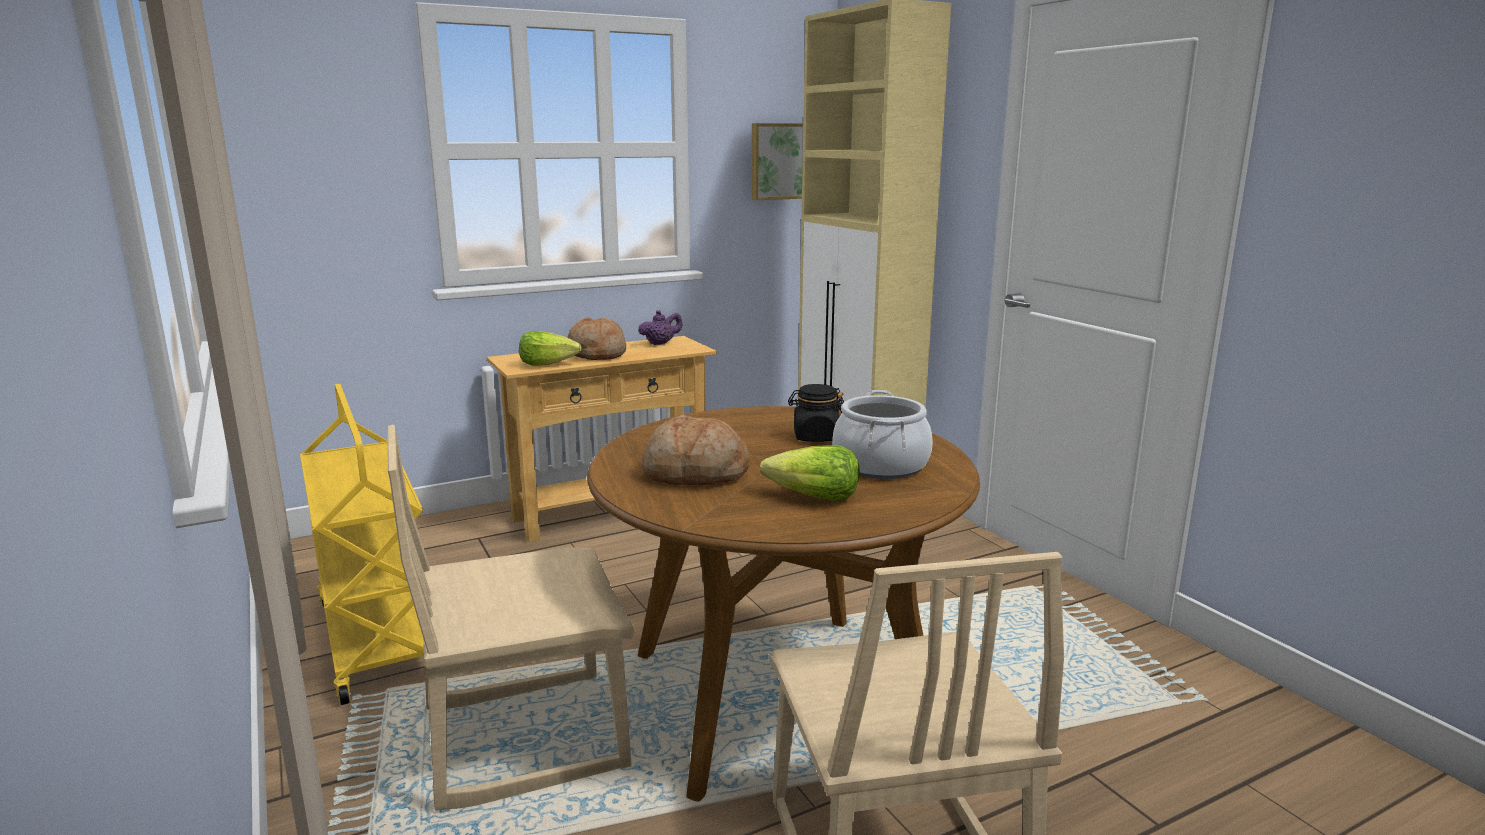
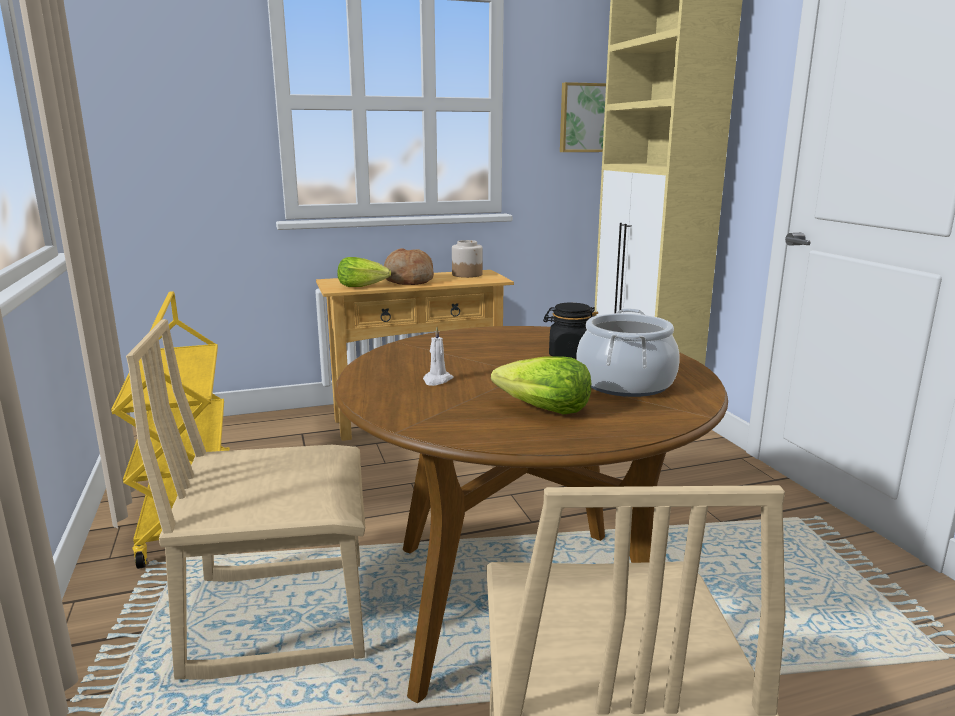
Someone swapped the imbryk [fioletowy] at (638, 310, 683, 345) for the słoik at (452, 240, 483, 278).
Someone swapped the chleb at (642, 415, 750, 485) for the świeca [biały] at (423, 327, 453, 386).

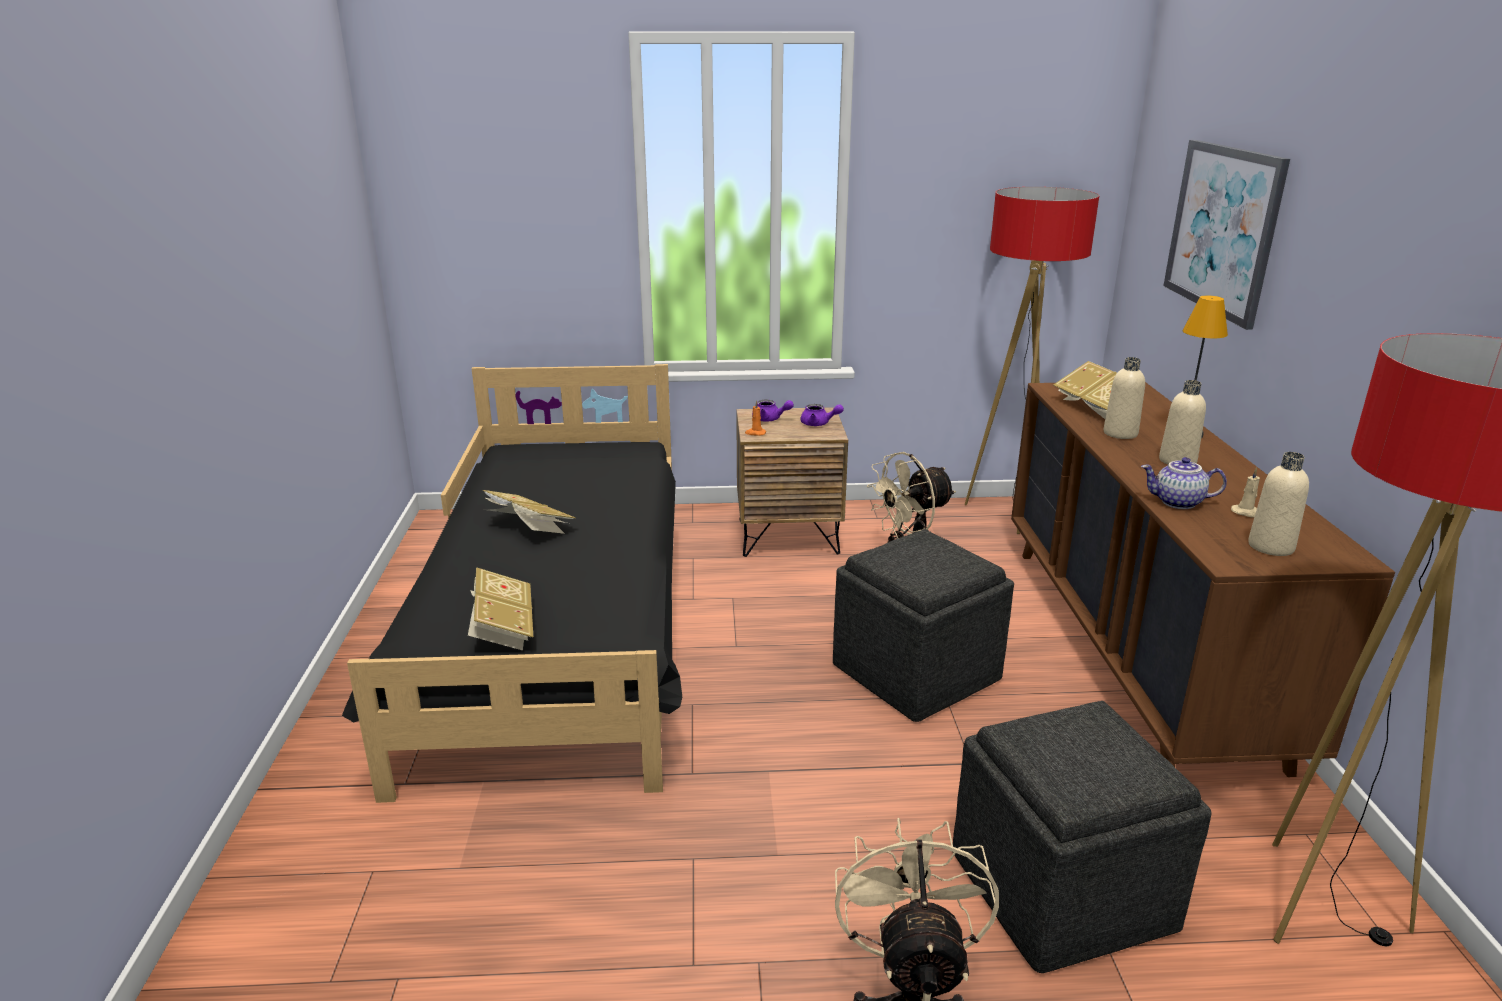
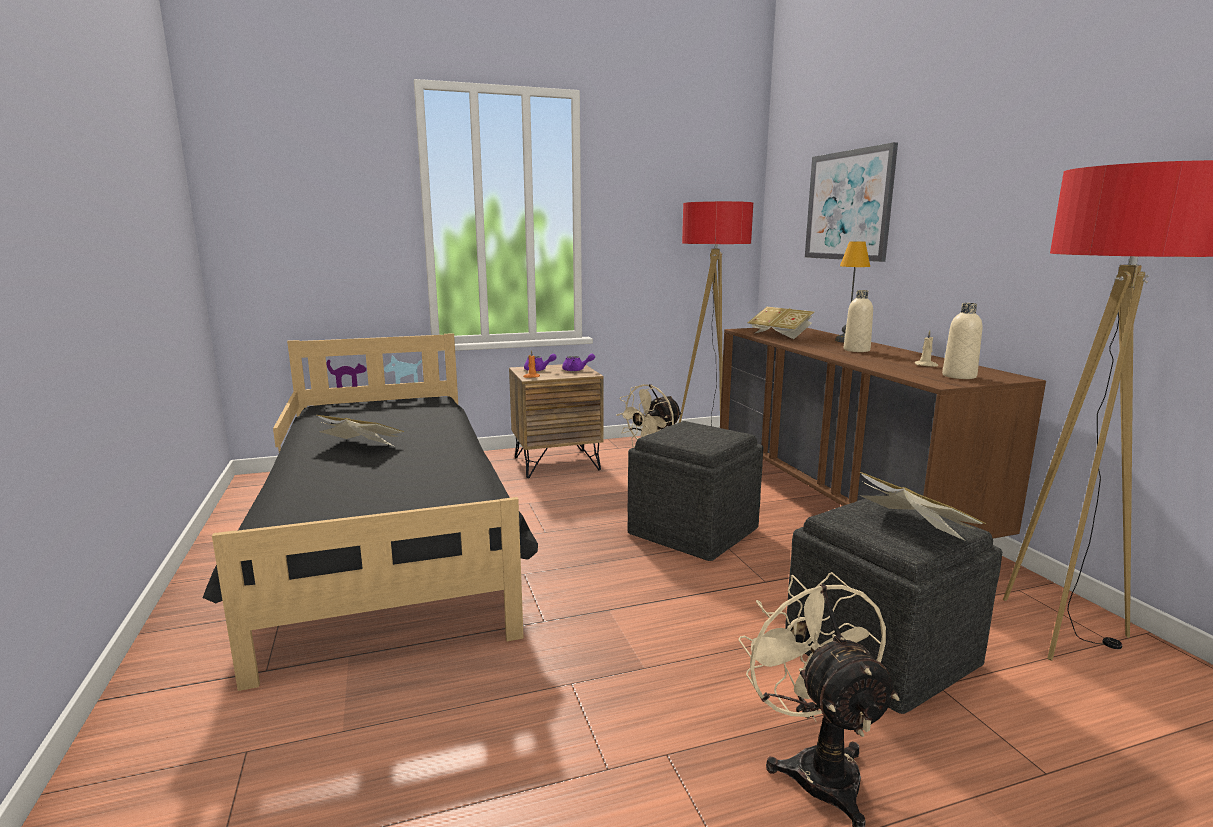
Someone carried the książka from (468, 567, 533, 651) to (859, 472, 986, 541).
Someone took away the butelka [beżowy] at (1103, 357, 1145, 439).
Someone took away the imbryk at (1141, 457, 1227, 509).

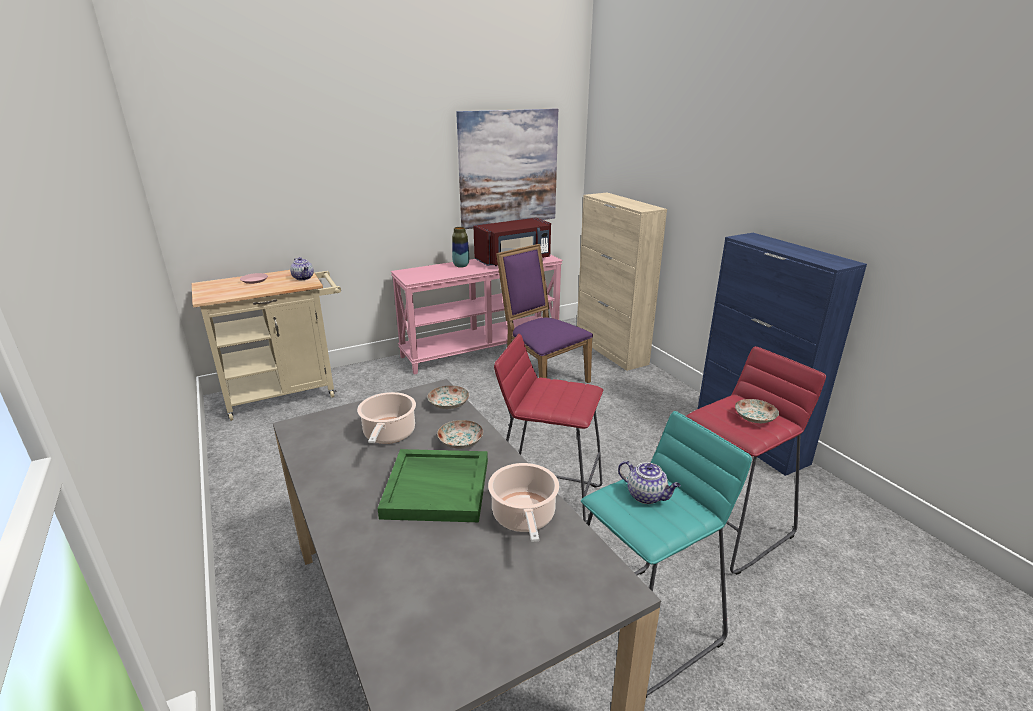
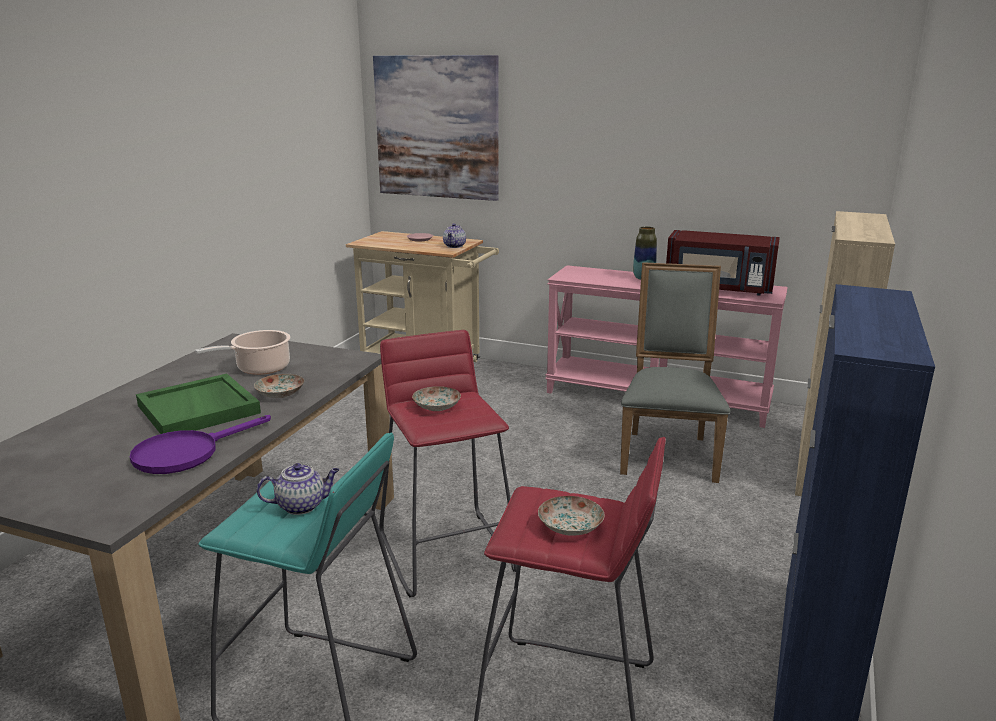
Someone carried the talerz from (427, 386, 469, 409) to (412, 386, 461, 411).
Someone carried the obraz from (456, 109, 558, 229) to (373, 55, 499, 201).
Someone swapped the garnek at (488, 463, 559, 542) for the patelnia [fioletowy] at (130, 415, 271, 474).
Someone repainted the krzesło [fioletowy] at (496, 244, 593, 383), which became the krzesło [szary] at (620, 262, 730, 483).
Someone rotated the imbryk at (618, 461, 681, 504) by 105 degrees counterclockwise.

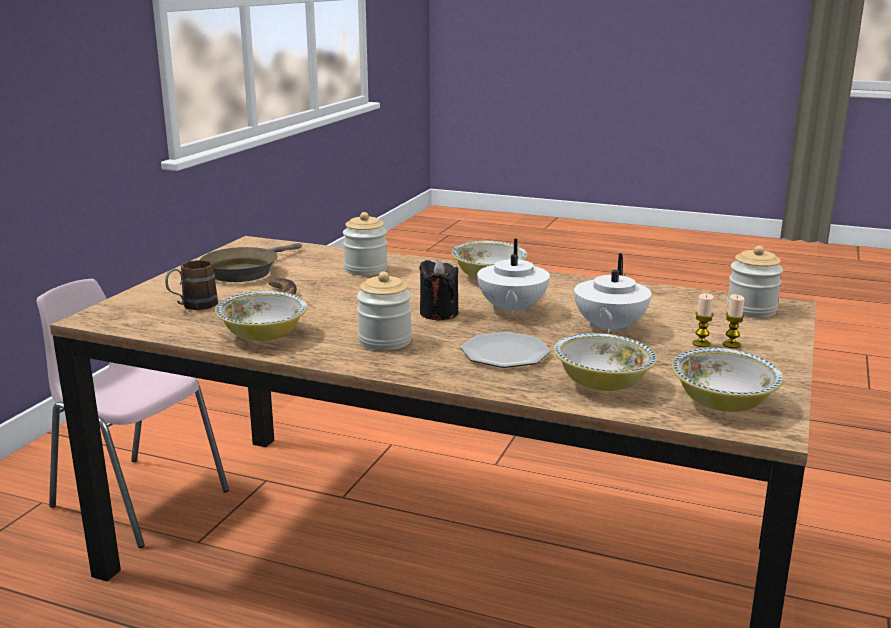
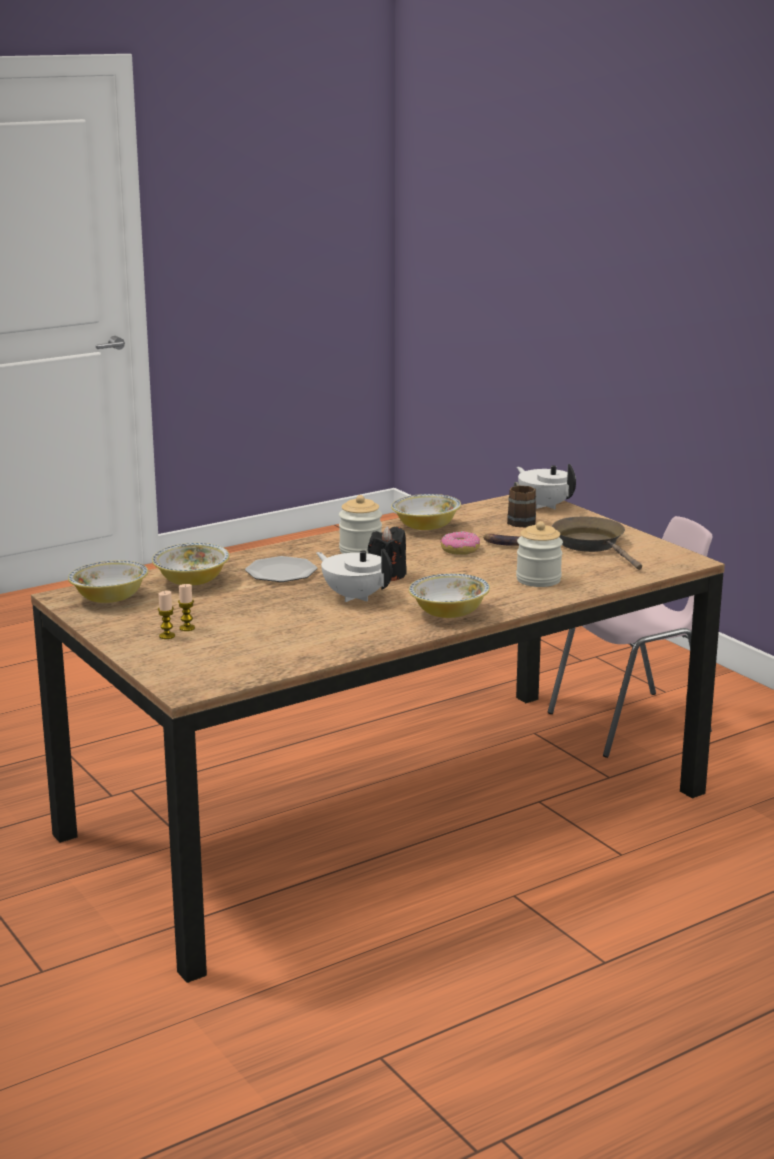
Someone carried the imbryk [biały] from (574, 254, 652, 334) to (517, 464, 576, 509).
Someone took away the słoik at (727, 246, 783, 318).
Someone put down the donut at (440, 531, 480, 555).

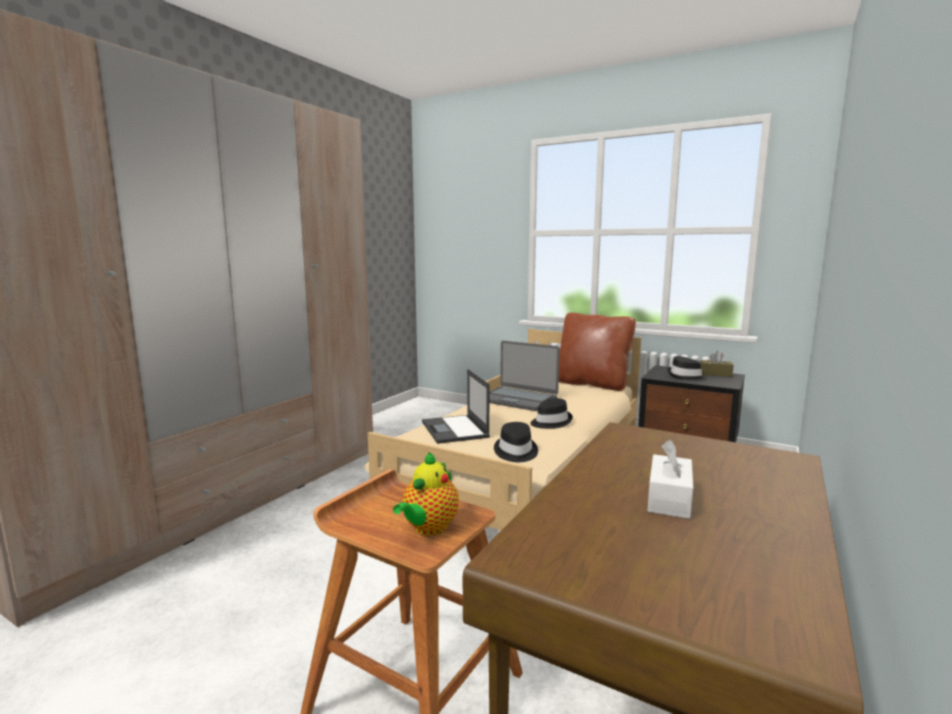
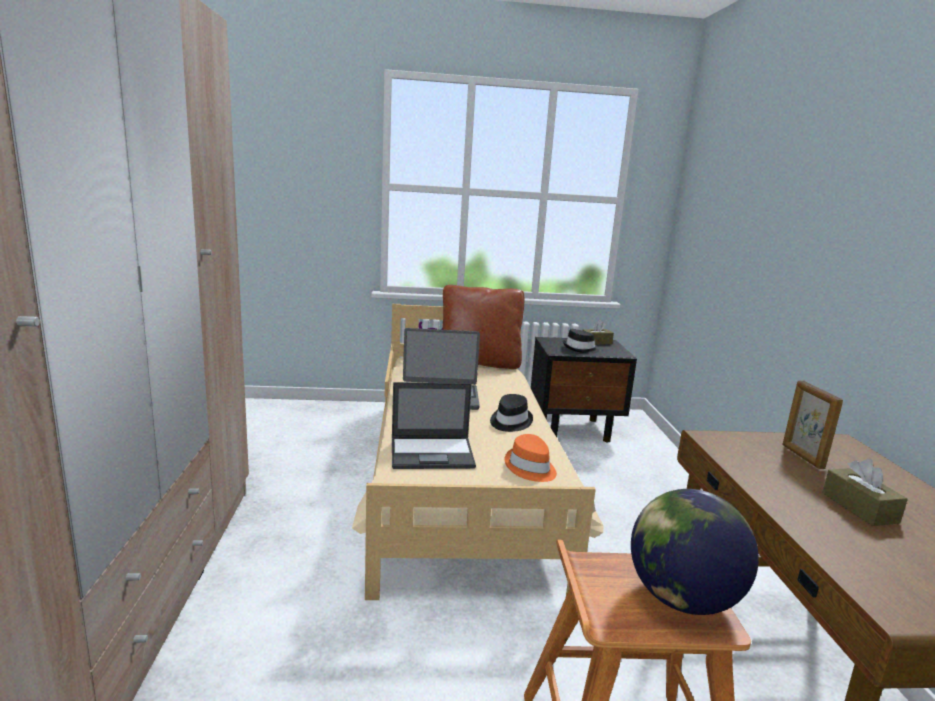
Someone swapped the imbryk at (393, 452, 459, 535) for the globus at (631, 489, 759, 615).
Someone rotated the laptop at (422, 369, 490, 444) by 45 degrees counterclockwise.
Someone repainted the kapelusz [czarny] at (494, 422, 538, 462), which became the kapelusz [pomarańczowy] at (505, 434, 557, 482).
Someone repainted the pudełko chusteczek [biały] at (648, 440, 693, 519), which became the pudełko chusteczek [brązowy] at (822, 459, 908, 526).
Someone put down the ramka na zdjęcie at (782, 380, 843, 469).

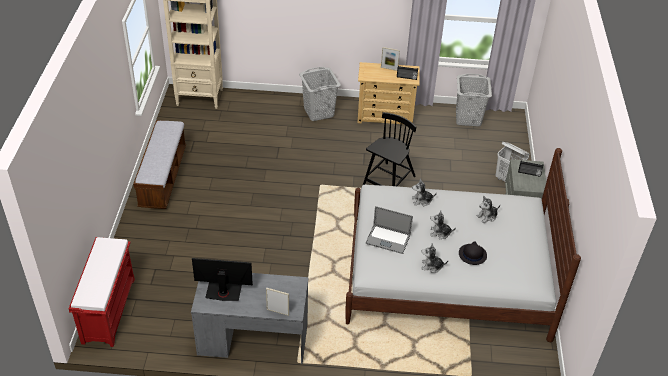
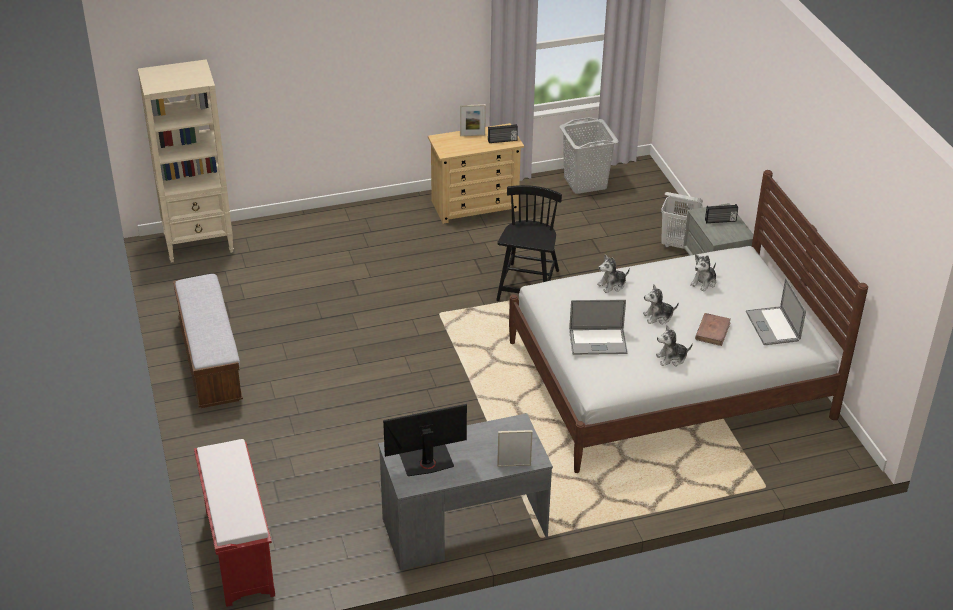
Someone took away the kosz na pranie [szary] at (299, 67, 341, 121).
Someone swapped the kapelusz [czarny] at (459, 241, 487, 265) for the książka [brązowy] at (695, 313, 731, 346).
Someone put down the laptop at (746, 278, 806, 345).

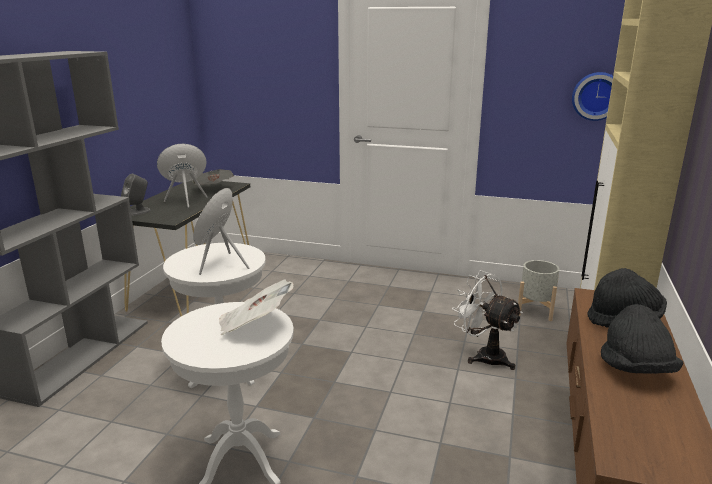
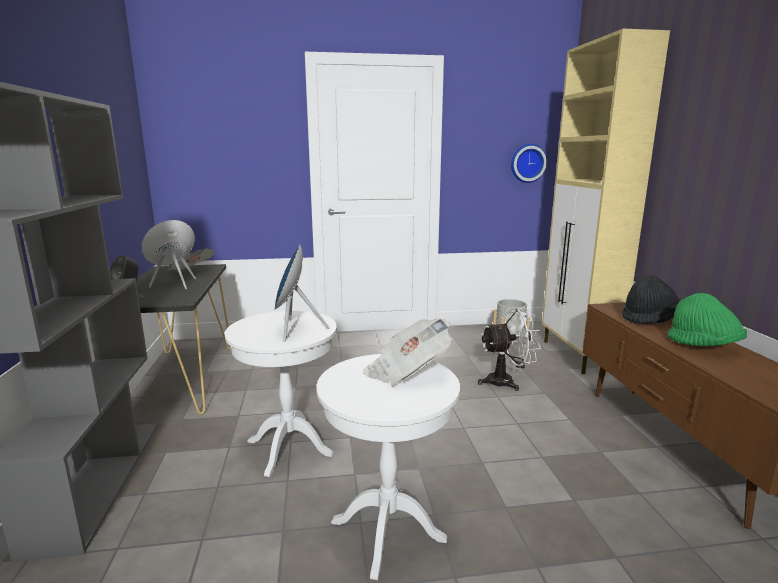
Someone rotated the wentylator [biały] at (452, 270, 523, 370) by 150 degrees clockwise.
Someone repainted the kapelusz [czarny] at (601, 304, 683, 374), which became the kapelusz [zielony] at (667, 293, 747, 346).

